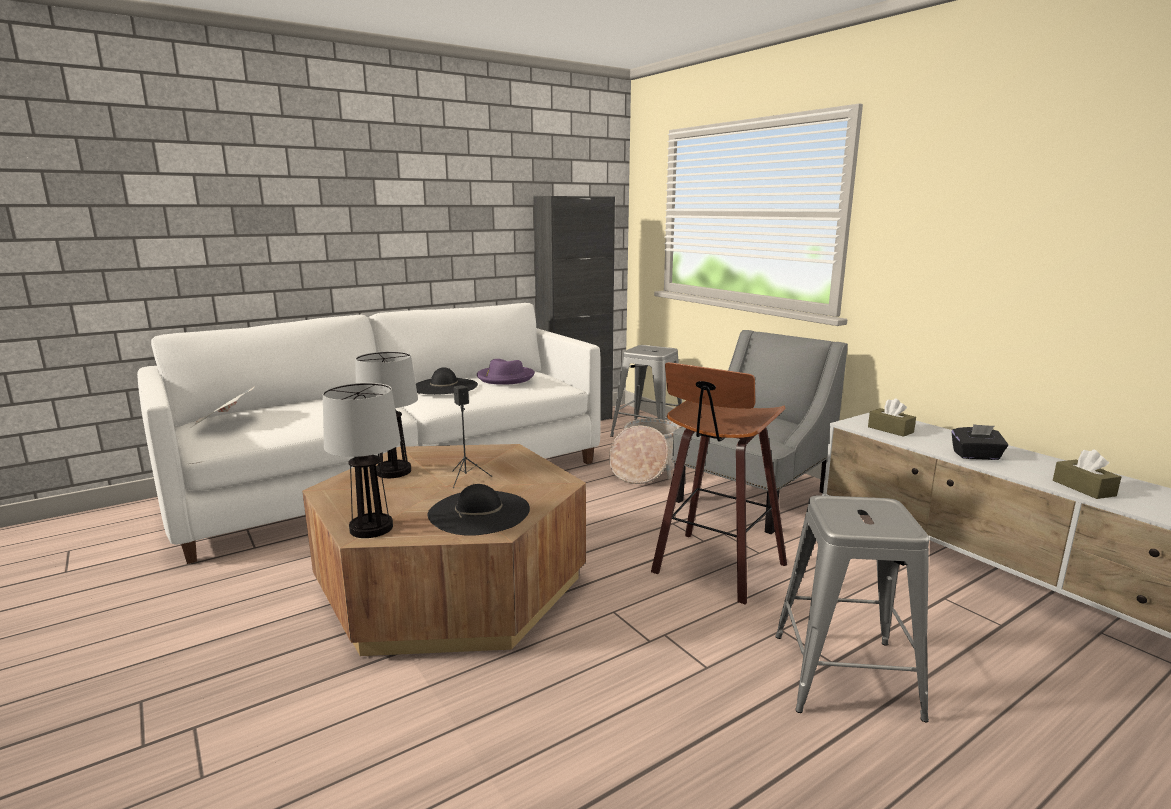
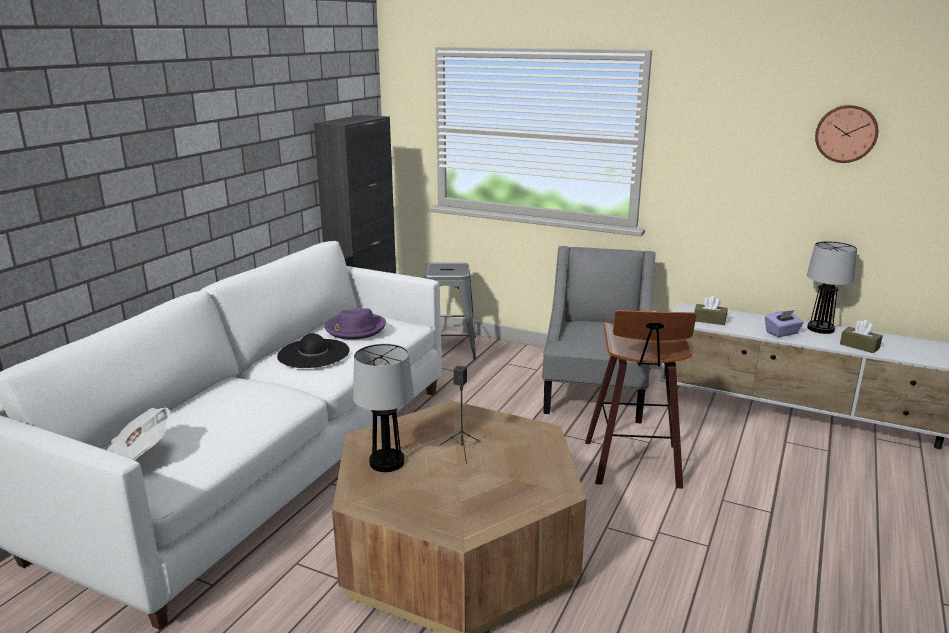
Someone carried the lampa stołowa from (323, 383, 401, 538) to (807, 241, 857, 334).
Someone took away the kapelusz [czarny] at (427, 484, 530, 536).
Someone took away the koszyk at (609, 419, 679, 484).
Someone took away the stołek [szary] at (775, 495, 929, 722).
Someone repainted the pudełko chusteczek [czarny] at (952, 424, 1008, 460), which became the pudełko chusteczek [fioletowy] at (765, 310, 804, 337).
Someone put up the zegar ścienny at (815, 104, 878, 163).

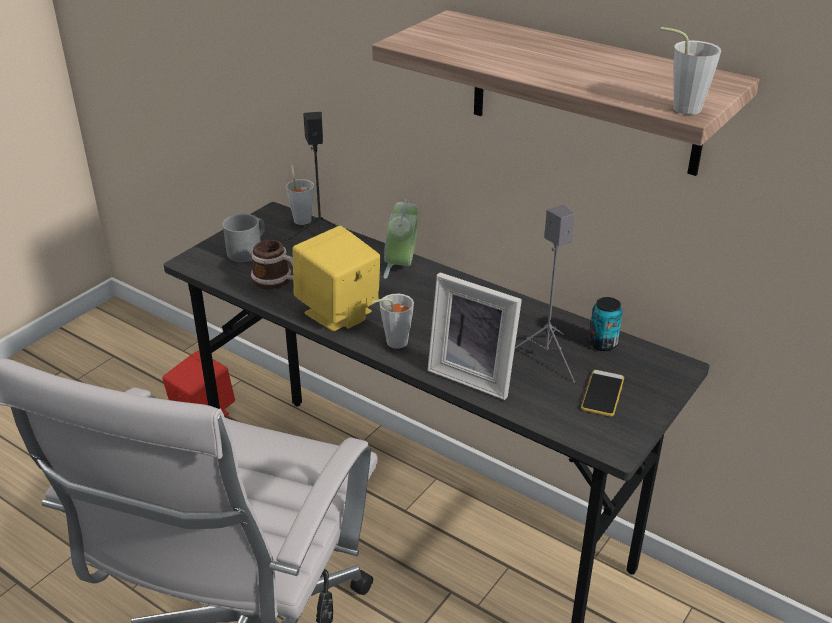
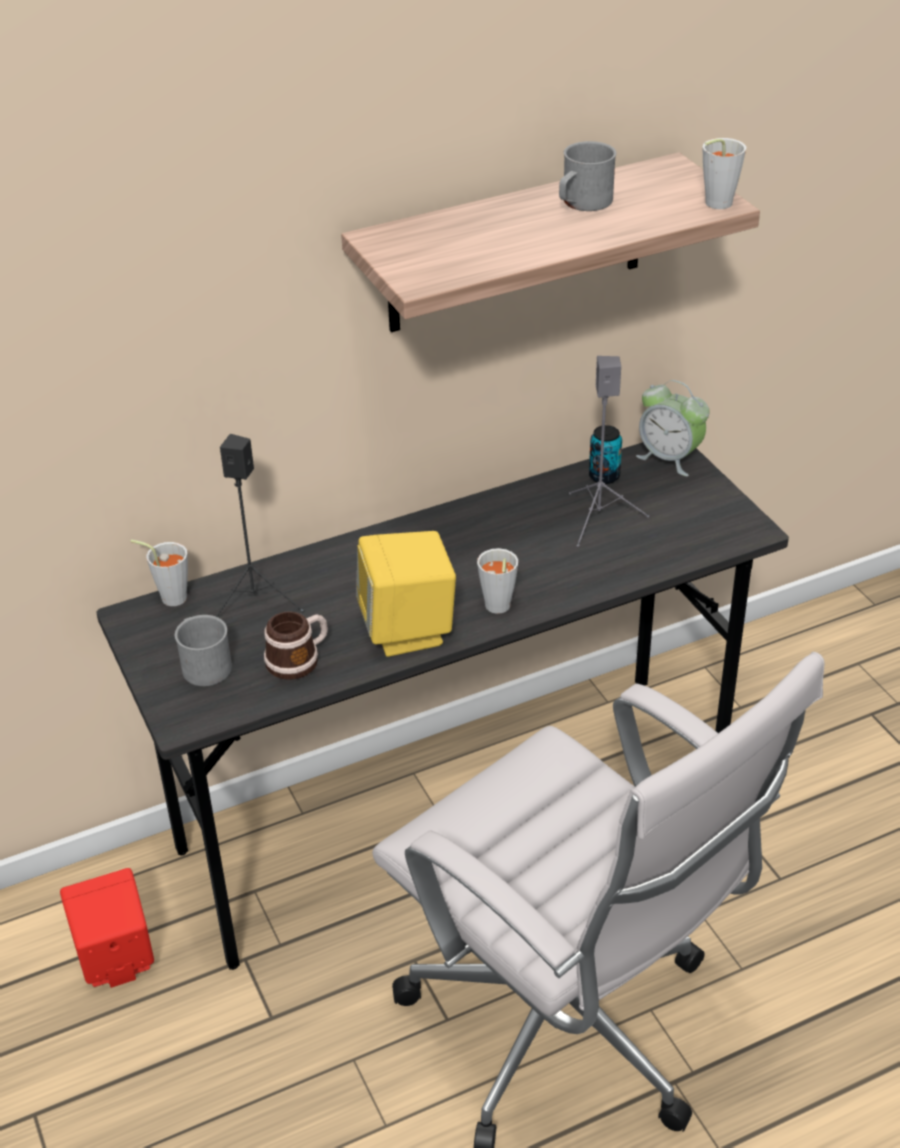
Someone carried the budzik from (383, 199, 418, 279) to (636, 380, 710, 476).
Someone took away the ramka na zdjęcie at (427, 272, 522, 400).
Someone took away the telefon at (581, 370, 624, 416).
Someone put down the kubek [szary] at (559, 141, 616, 211).

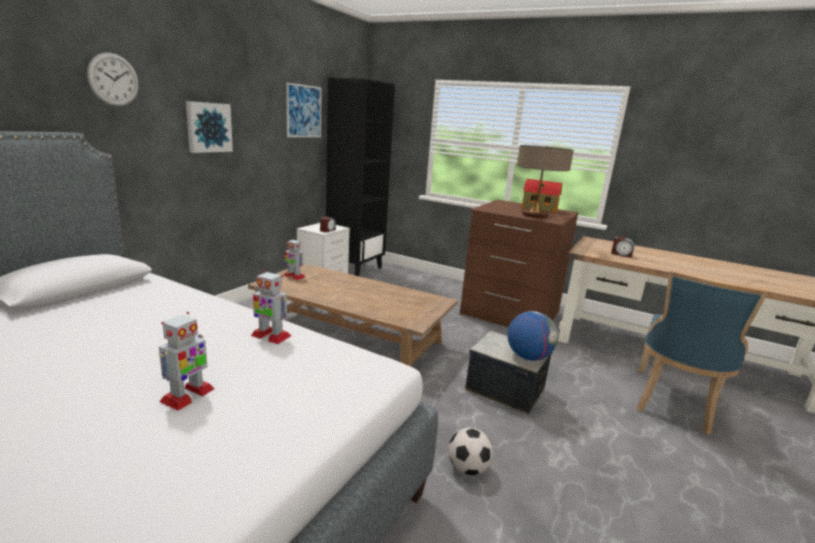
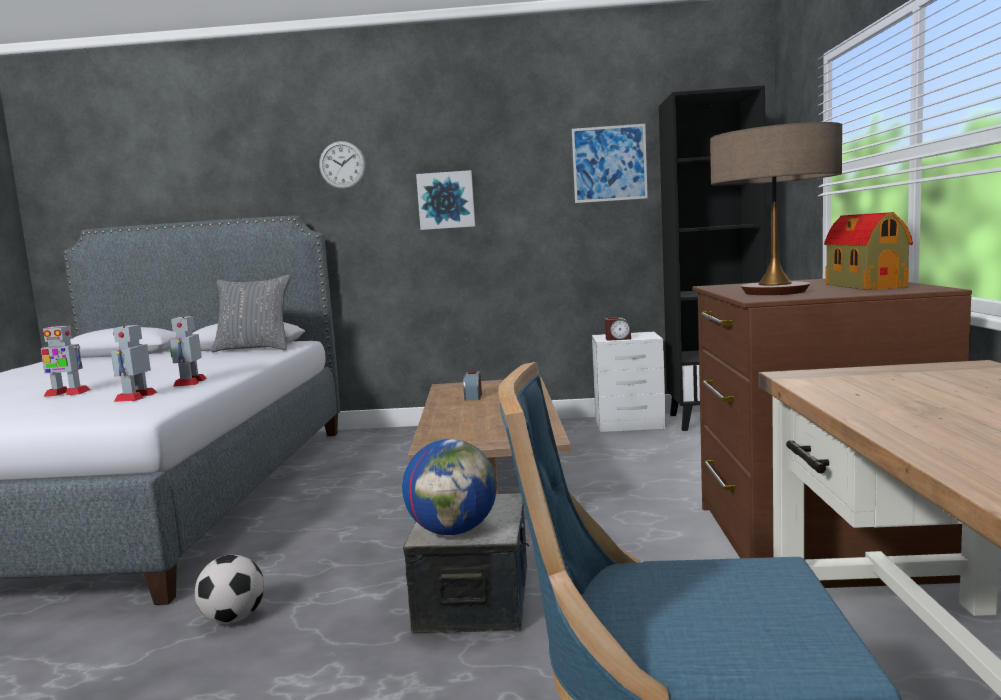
Someone carried the robot zabawkowy from (284, 239, 305, 280) to (111, 323, 158, 402).
Someone carried the budzik from (611, 236, 634, 258) to (463, 370, 482, 401).
Someone put down the poduszka [szary] at (211, 275, 291, 352).

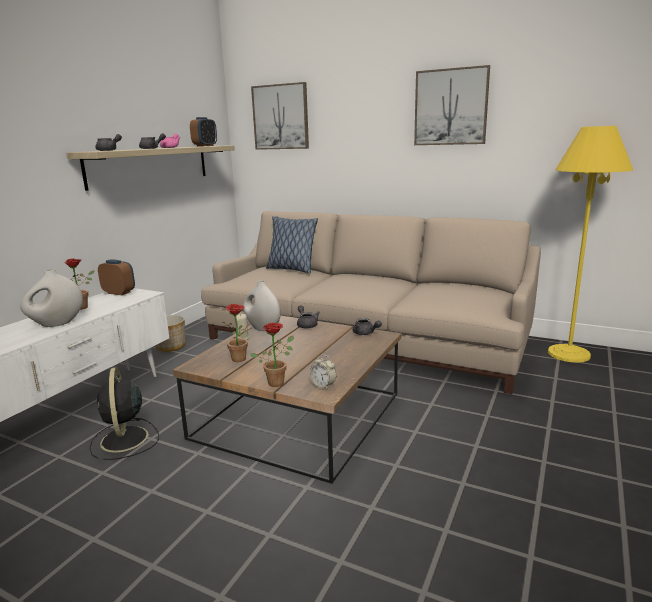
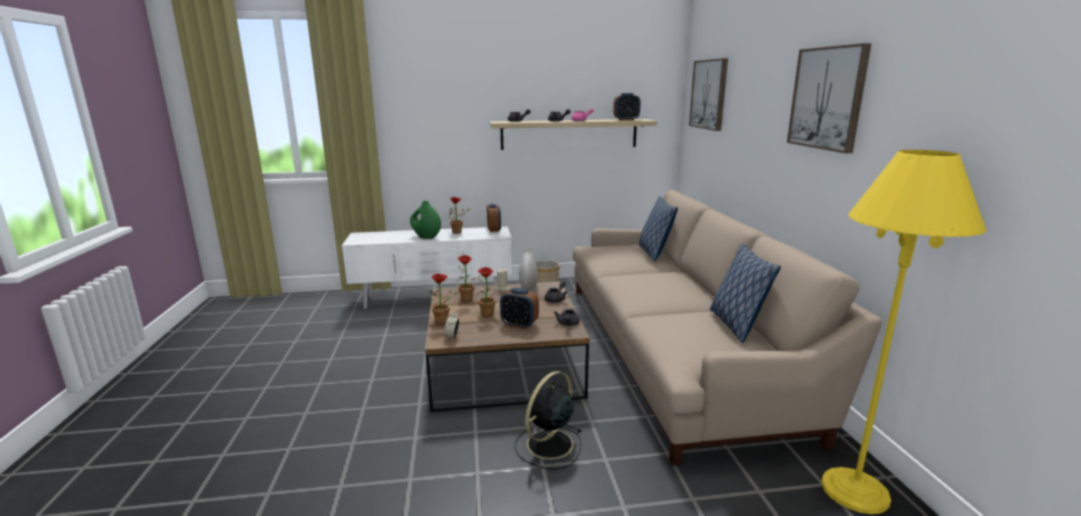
Someone repainted the wazon [biały] at (20, 269, 83, 327), which became the wazon [zielony] at (410, 201, 441, 239).
Someone carried the wentylator [czarny] from (89, 367, 159, 460) to (515, 371, 581, 470).
Someone put down the roślina doniczkowa at (476, 267, 502, 317).
Someone put down the budzik at (500, 288, 539, 329).
Someone put down the poduszka at (710, 243, 781, 343).

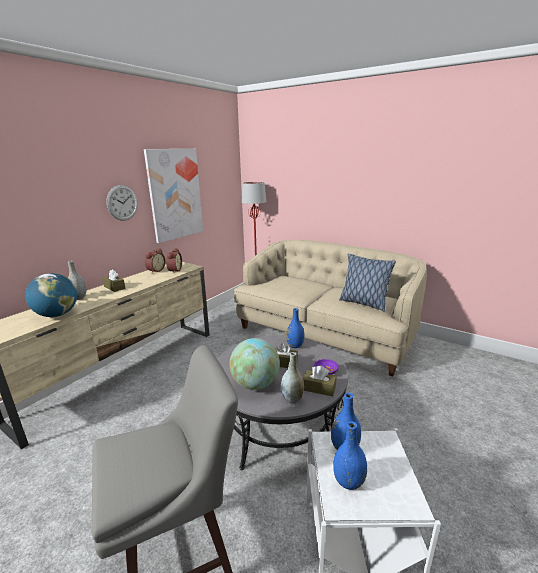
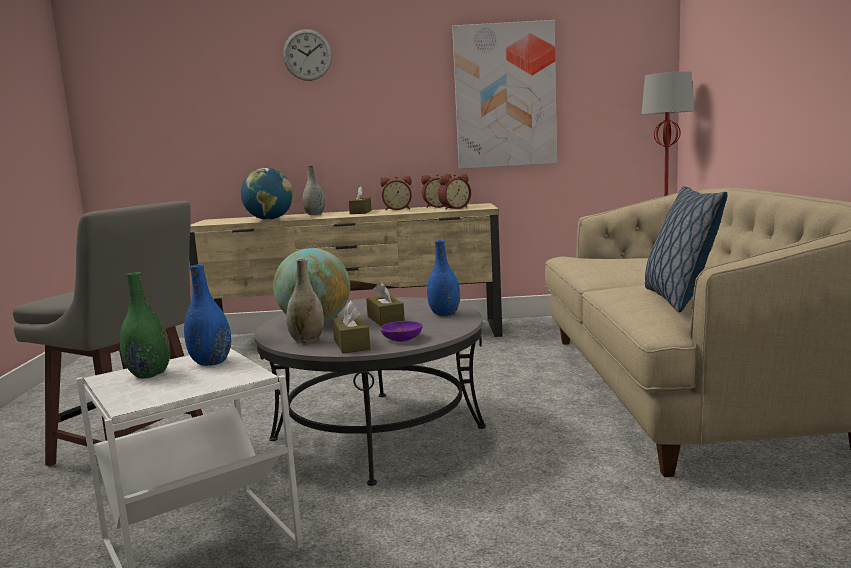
Someone carried the zegar ścienny from (106, 185, 138, 221) to (283, 29, 332, 81).
Someone repainted the wazon [niebieski] at (333, 421, 367, 490), which became the wazon [zielony] at (120, 272, 171, 378).
Someone put down the budzik at (380, 176, 412, 210).

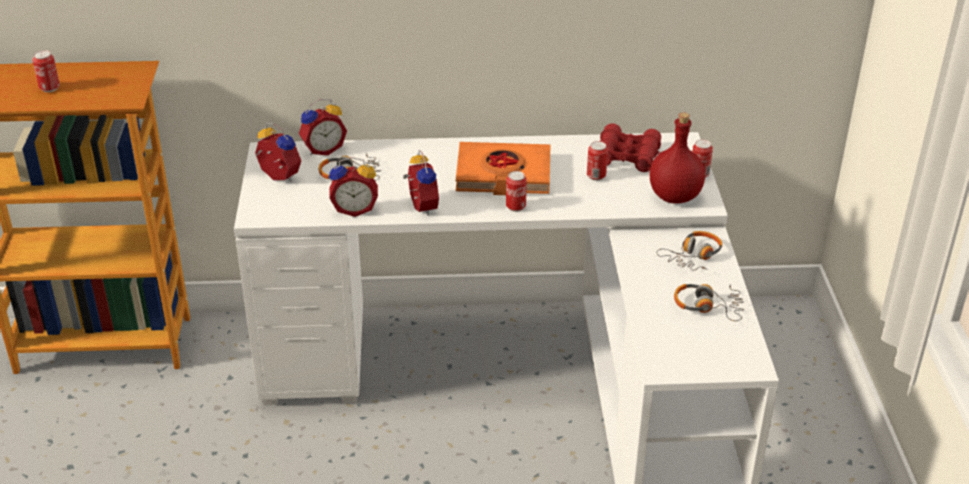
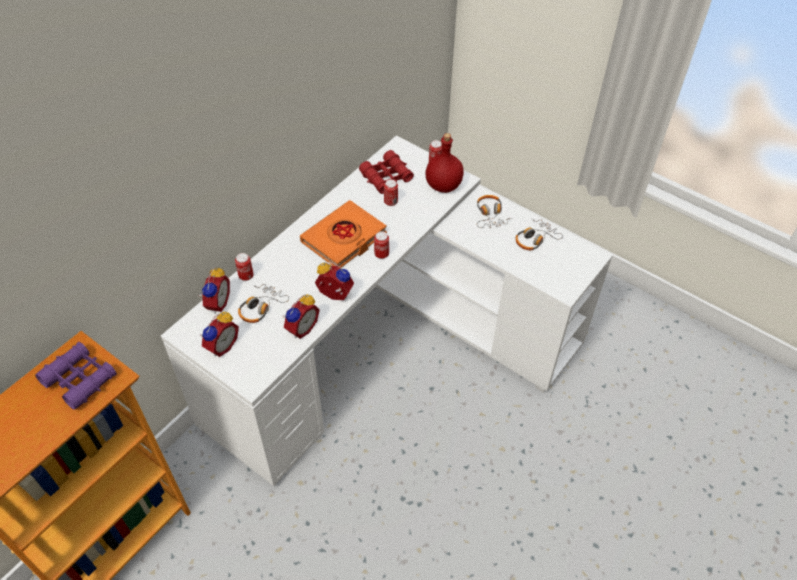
Someone carried the puszka from (32, 50, 60, 92) to (235, 253, 254, 281).
Someone rotated the budzik at (255, 123, 301, 182) by 135 degrees clockwise.
Someone put down the lornetka [fioletowy] at (35, 342, 117, 410).

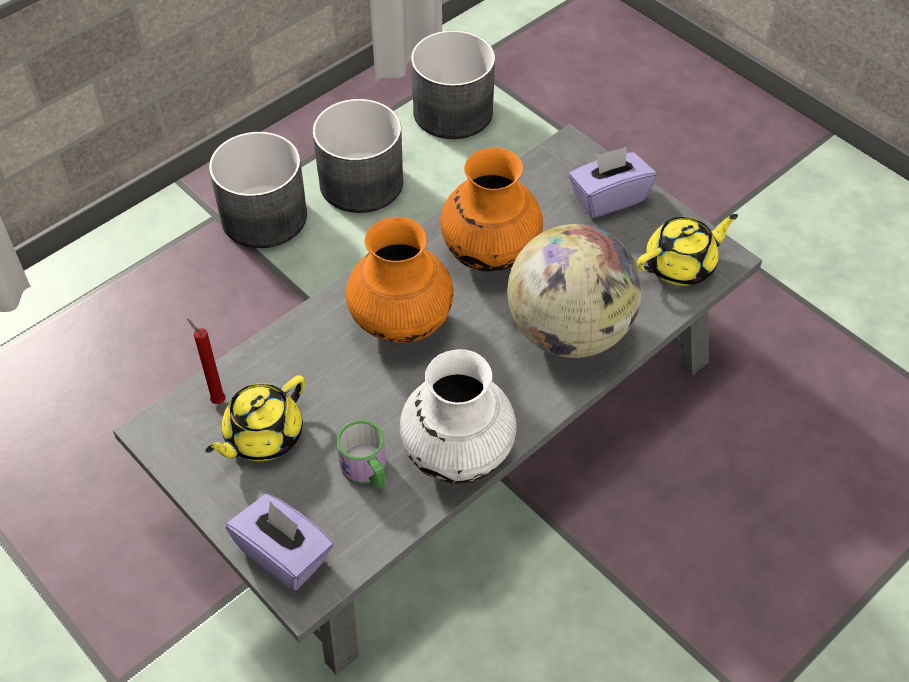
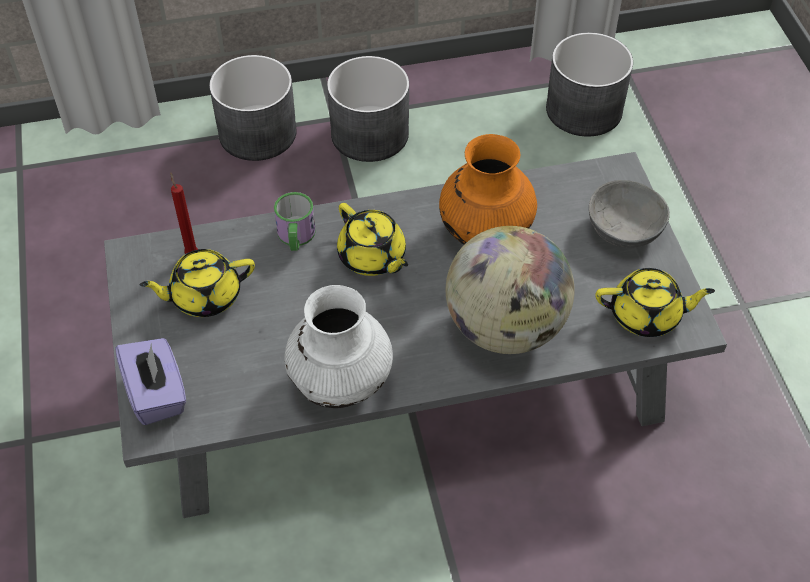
Someone carried the donica [szary] from (312, 99, 403, 213) to (209, 55, 297, 161).
Someone carried the kubek from (337, 420, 386, 489) to (274, 192, 316, 251).
Someone swapped the wazon [pomarańczowy] at (346, 217, 454, 343) for the imbryk [żółty] at (337, 203, 408, 276).
Someone swapped the pudełko chusteczek [fioletowy] at (569, 147, 657, 218) for the miska [szary] at (589, 180, 670, 248).

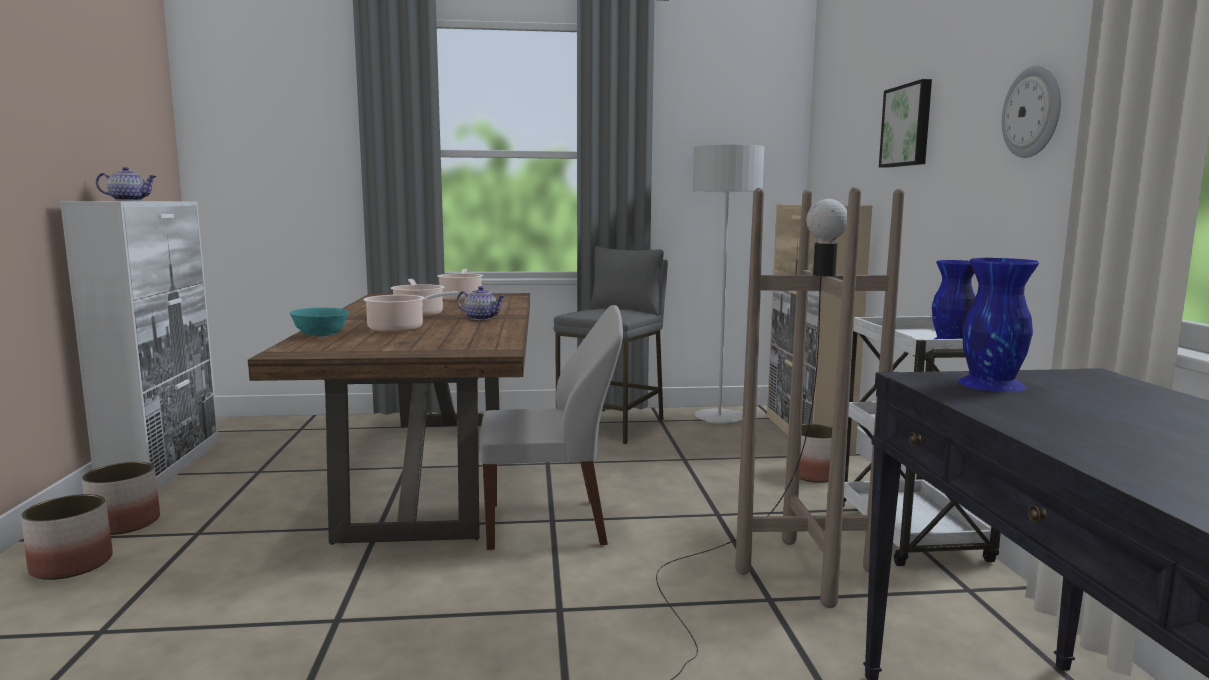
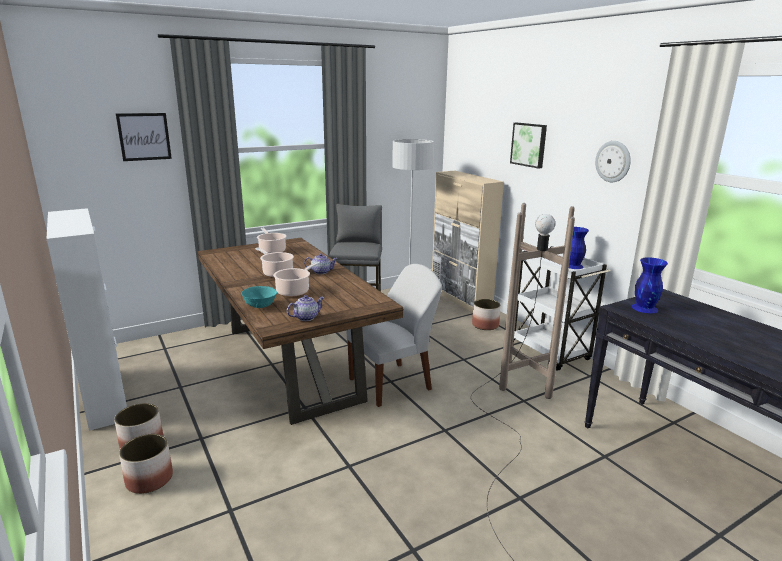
Someone carried the imbryk from (96, 167, 157, 201) to (287, 295, 324, 321).
Someone put up the obraz at (116, 113, 172, 161).

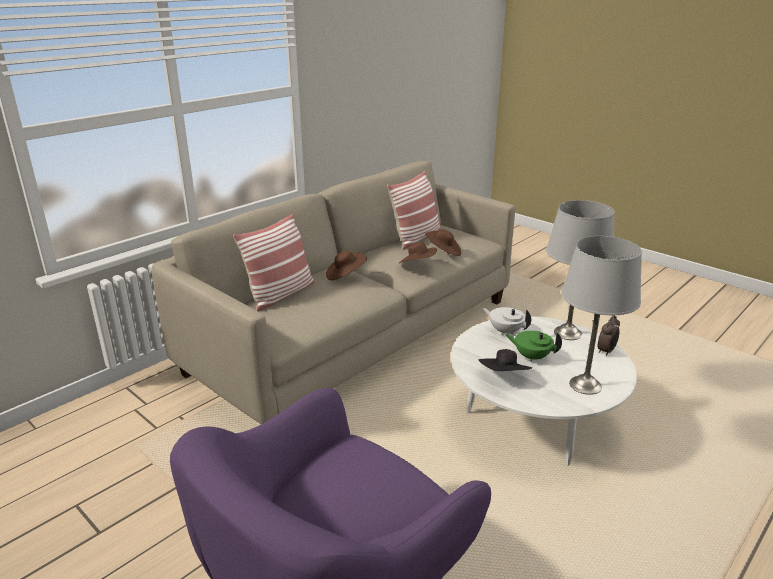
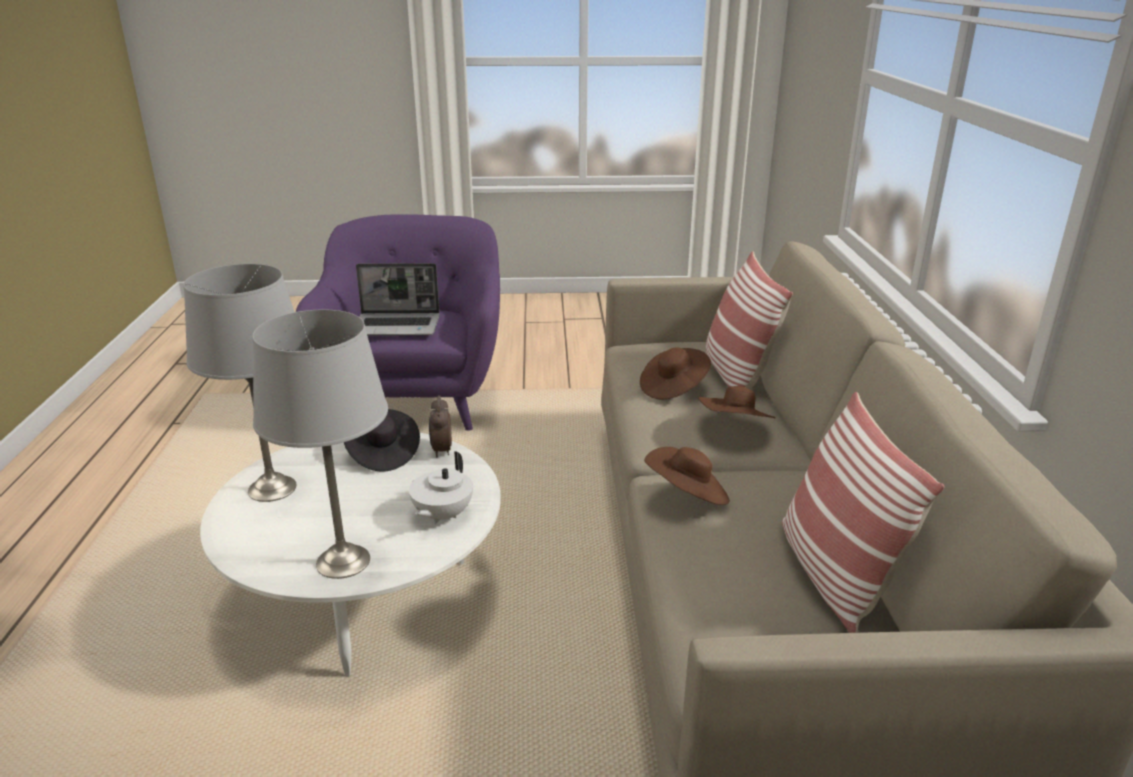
Someone carried the kapelusz [brązowy] from (425, 229, 461, 256) to (640, 347, 711, 399).
Someone rotated the imbryk [biały] at (483, 307, 531, 335) by 120 degrees clockwise.
Someone took away the imbryk [zielony] at (505, 331, 562, 362).
Someone carried the budzik from (598, 315, 620, 356) to (429, 396, 452, 458).
Someone put down the laptop at (356, 263, 440, 336).

